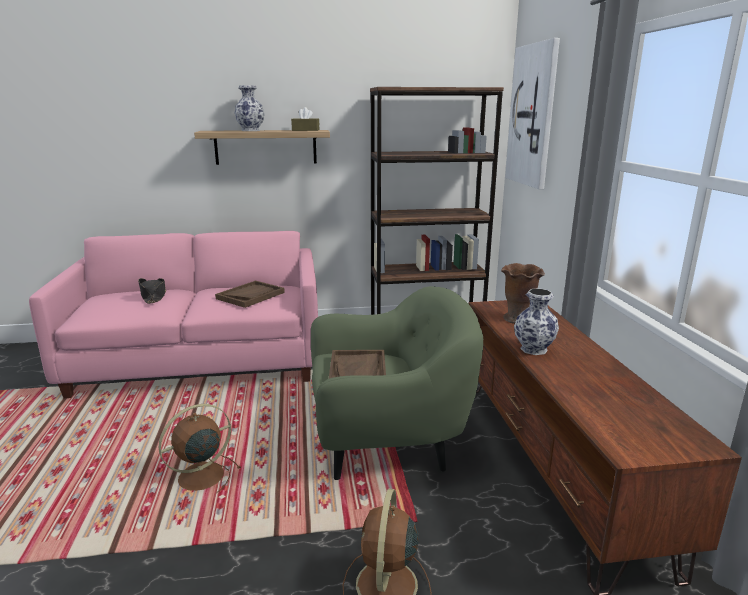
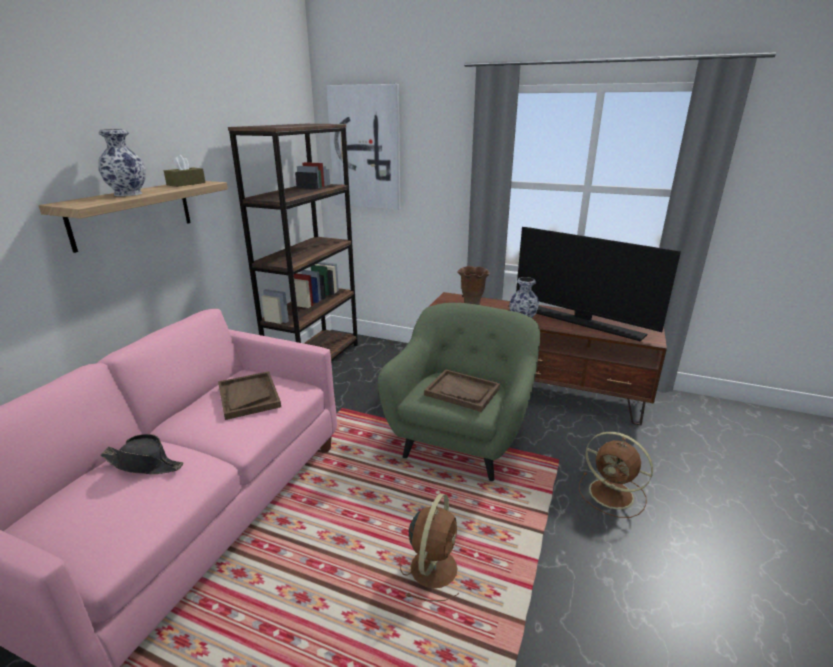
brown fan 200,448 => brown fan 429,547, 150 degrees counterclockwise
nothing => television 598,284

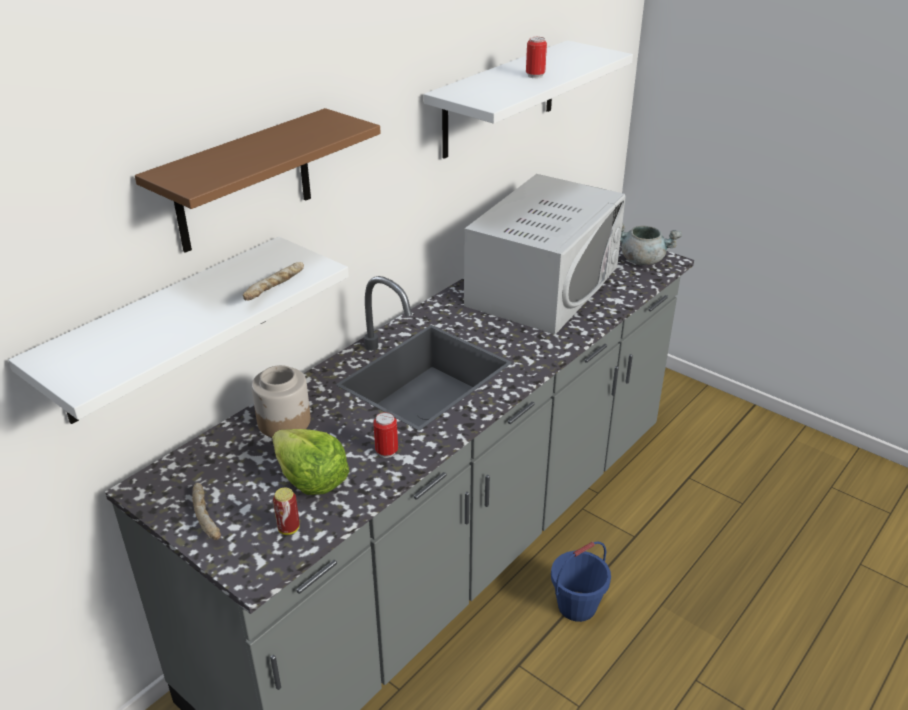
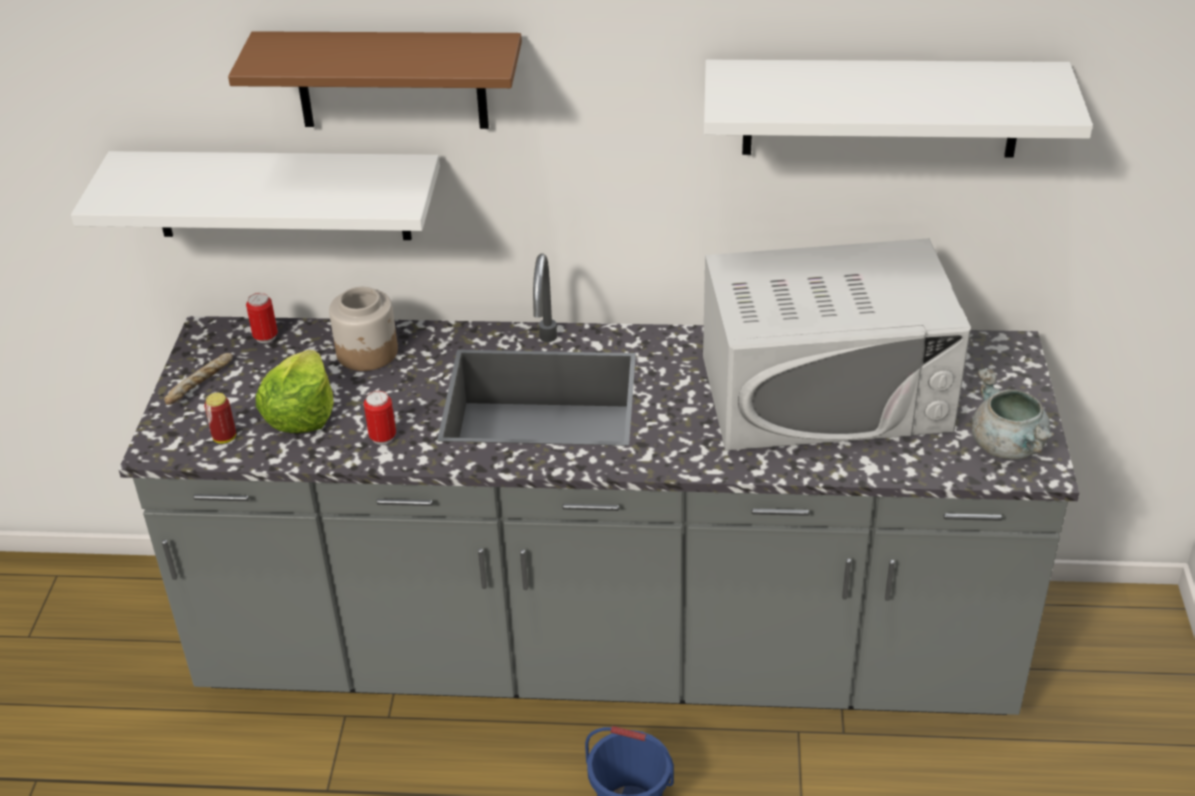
can 536,57 => can 262,318, relocated
bread 273,281 => nothing

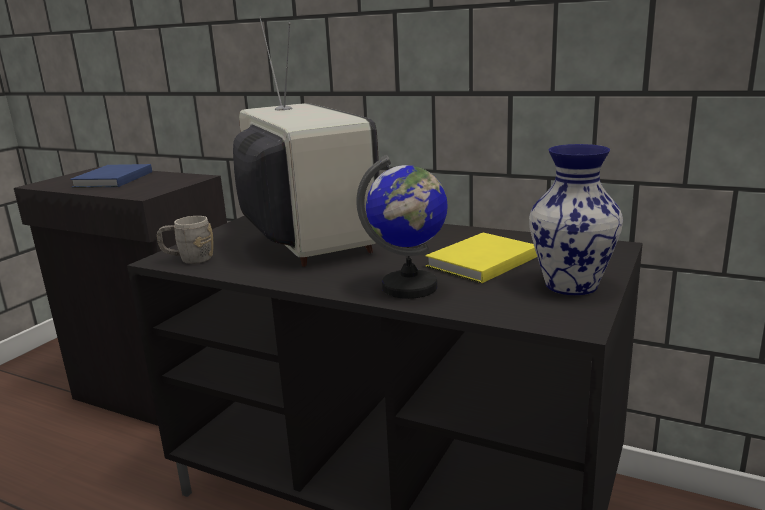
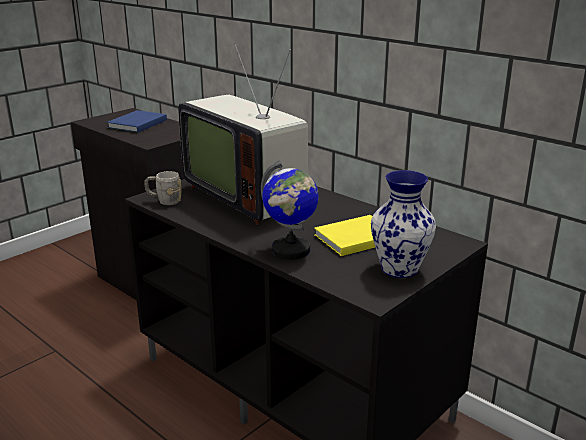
television 306,142 => television 243,134, 150 degrees clockwise

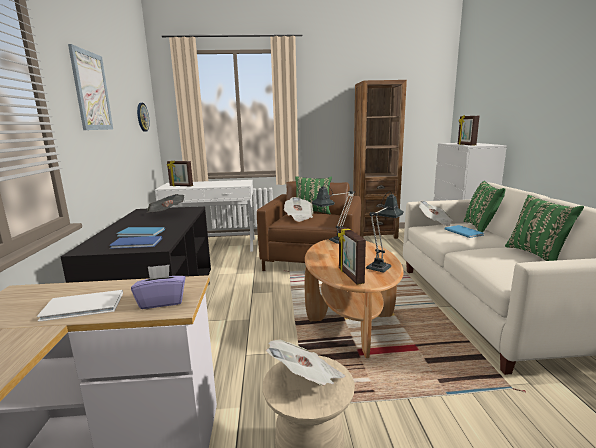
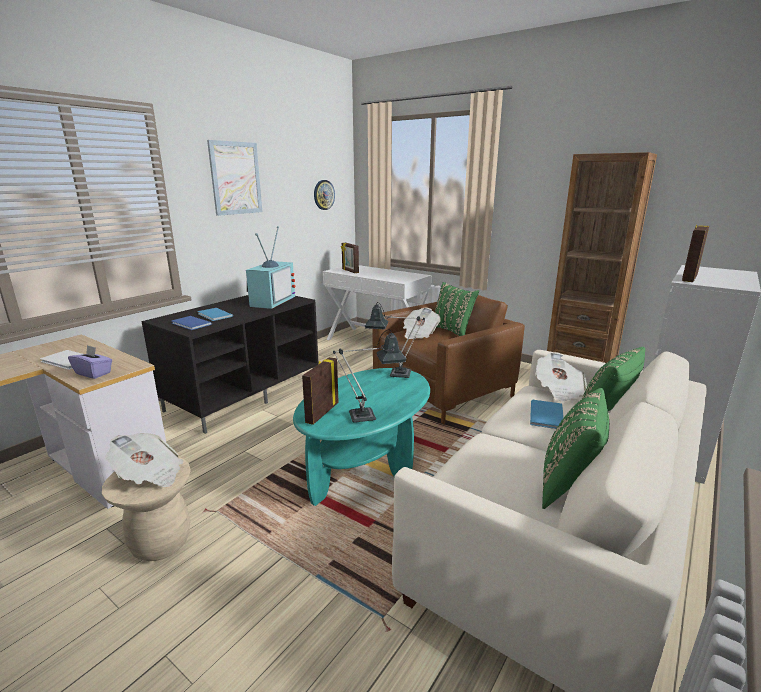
newspaper 166,203 => television 270,267
brown coffee table 354,298 => turquoise coffee table 361,437

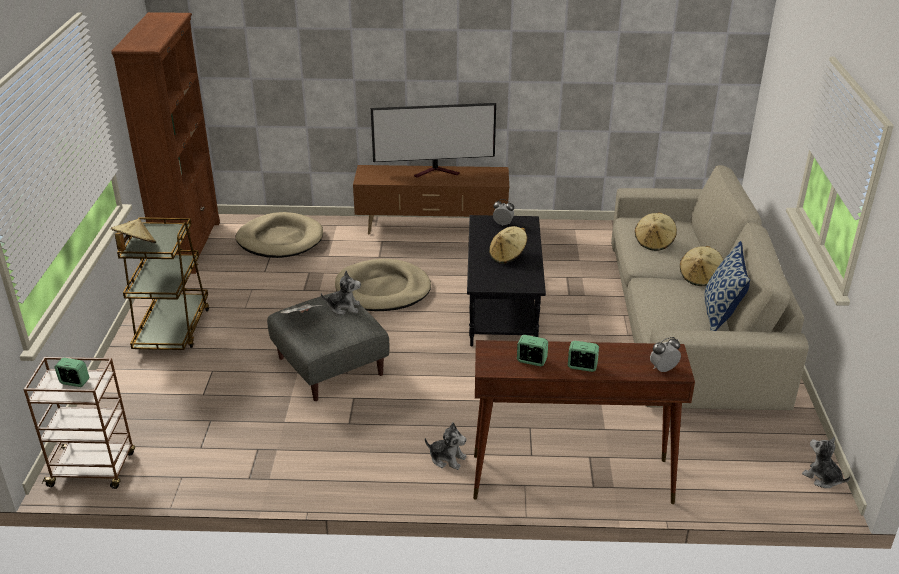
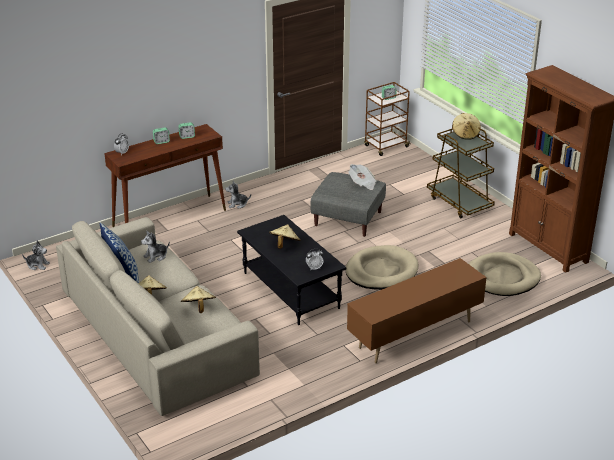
plush toy 341,293 => plush toy 155,247, relocated
television 433,140 => nothing

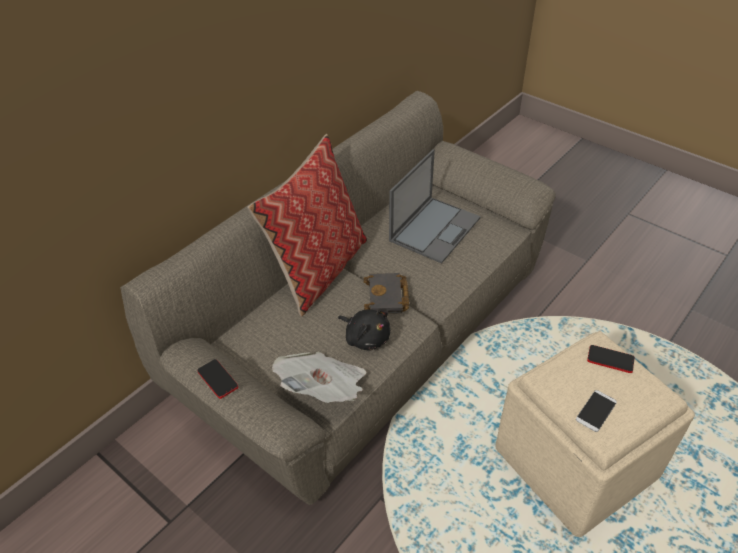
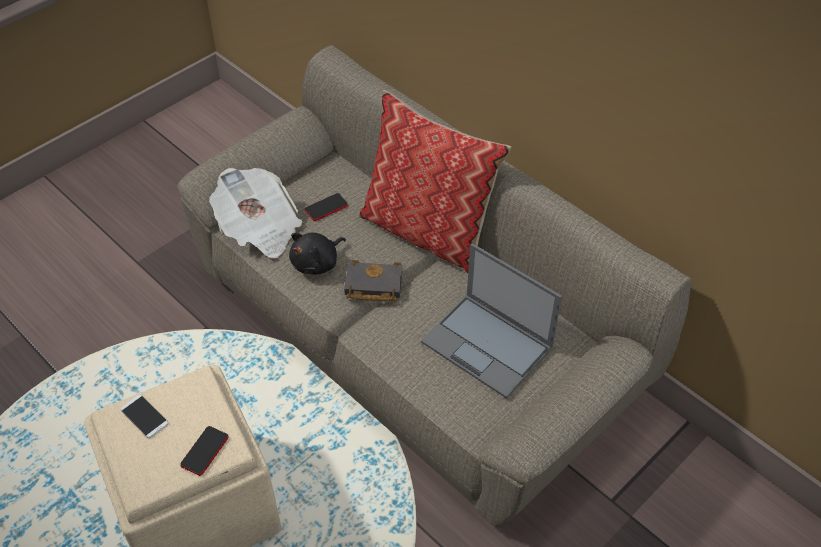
phone 217,379 => phone 326,207, relocated

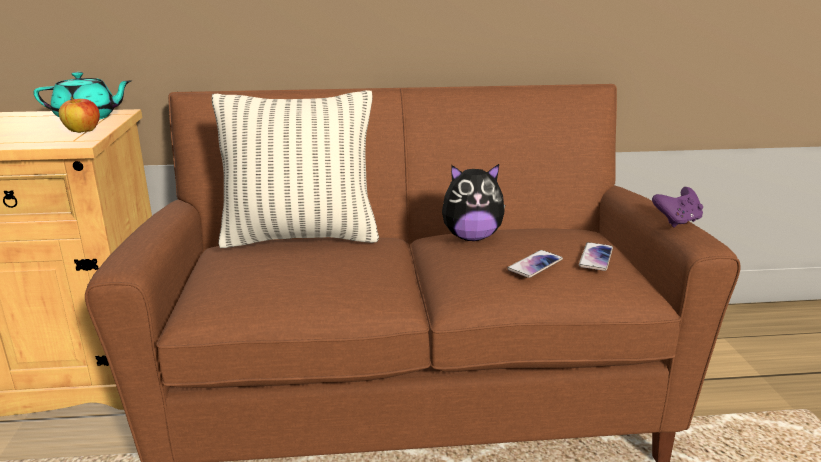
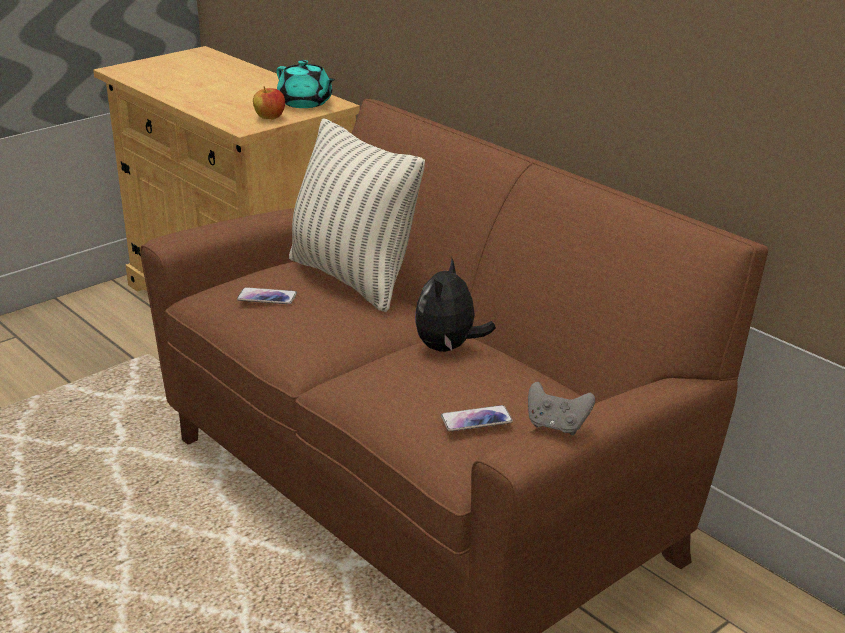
phone 535,264 => phone 267,295, relocated
plush toy 473,202 => plush toy 455,304, 60 degrees clockwise
purple game controller 677,207 => grey game controller 561,408

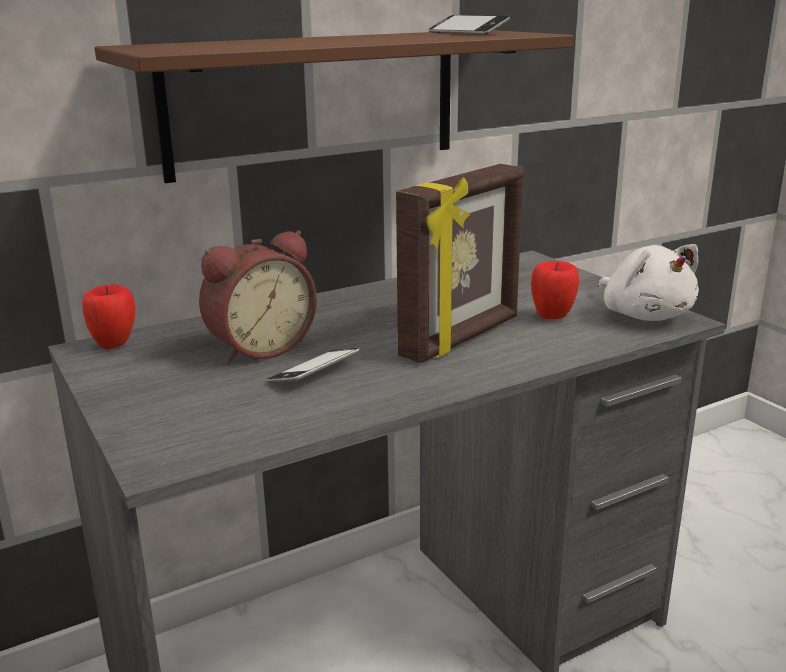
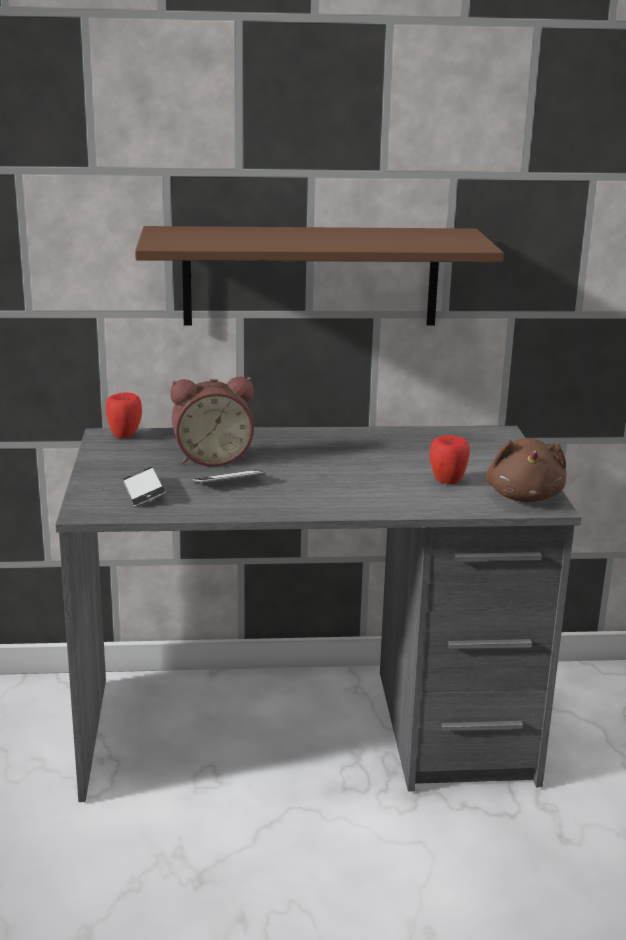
phone 469,25 => phone 144,487, relocated
white plush toy 648,282 => brown plush toy 526,470
picture frame 460,263 => nothing

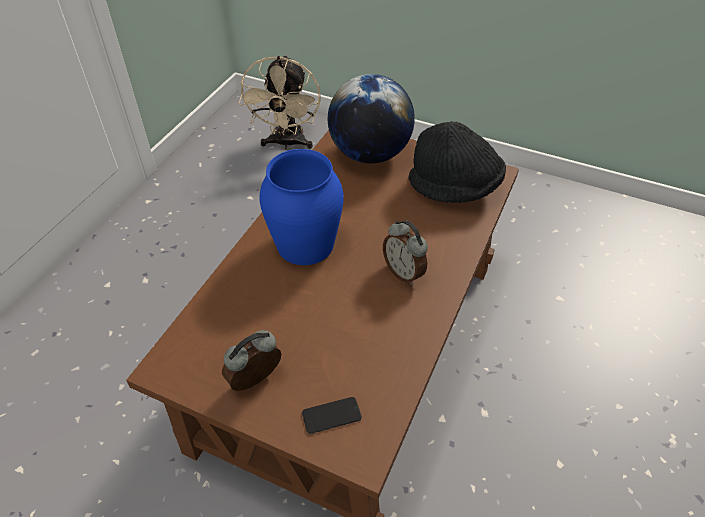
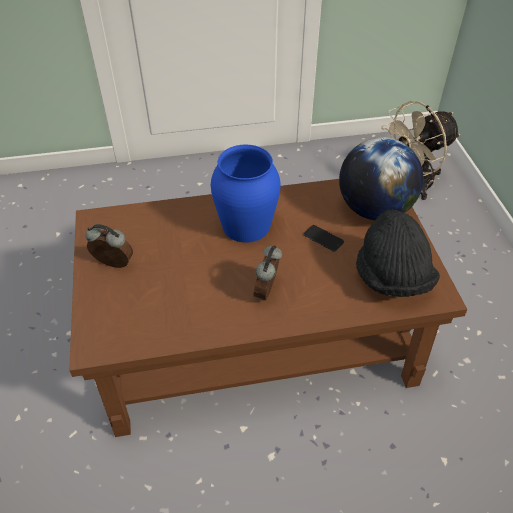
phone 332,415 => phone 324,238, relocated

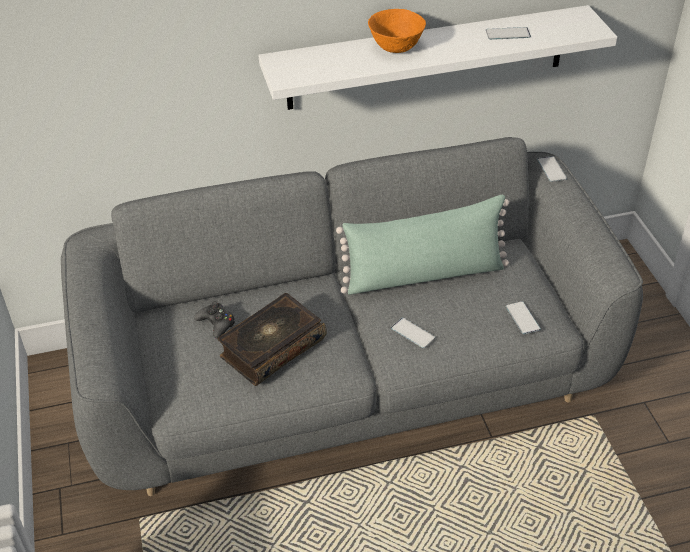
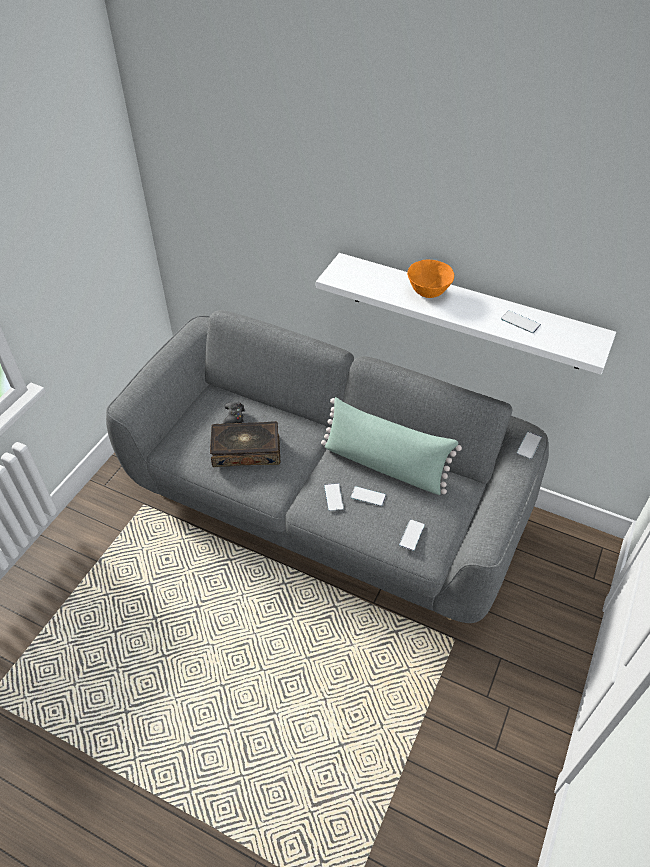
nothing => phone 368,496

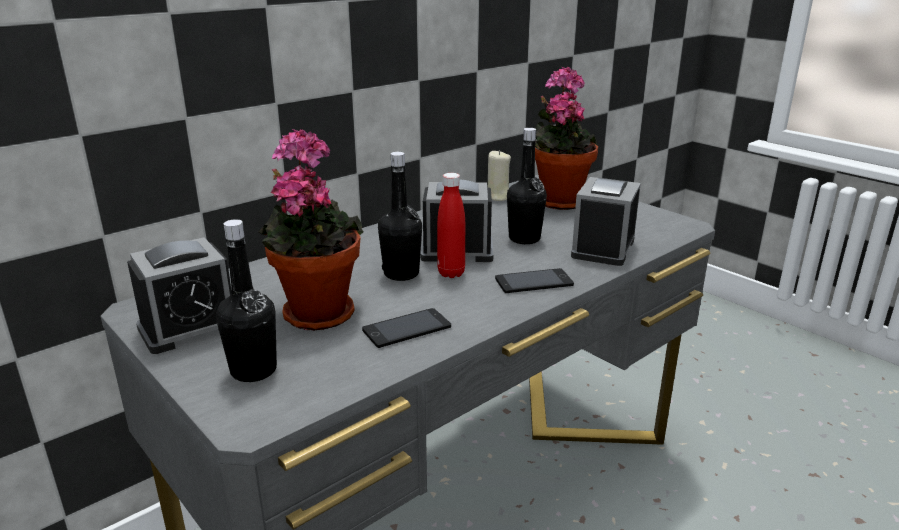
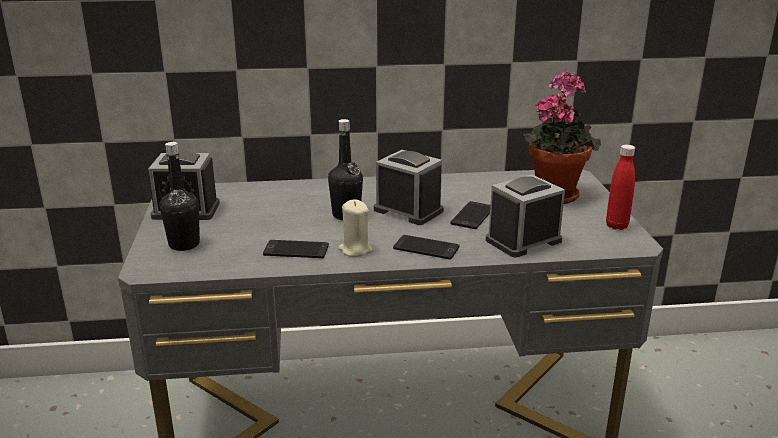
beige candle 499,175 => beige candle 355,228, relocated
black bottle 527,186 => phone 470,215
red bottle 451,225 => red bottle 620,187, relocated
potted plant 311,230 => nothing

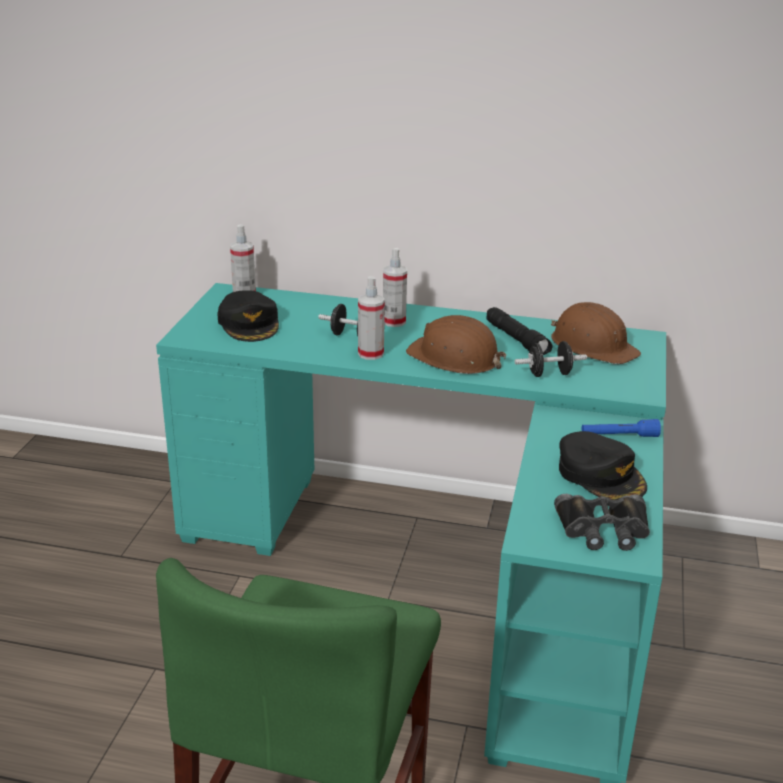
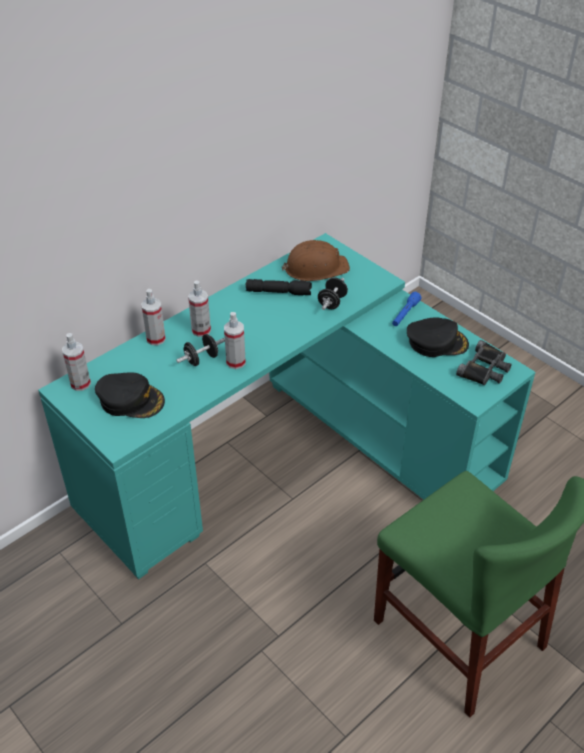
nothing => spray bottle 153,317
brown hard hat 456,344 => nothing

